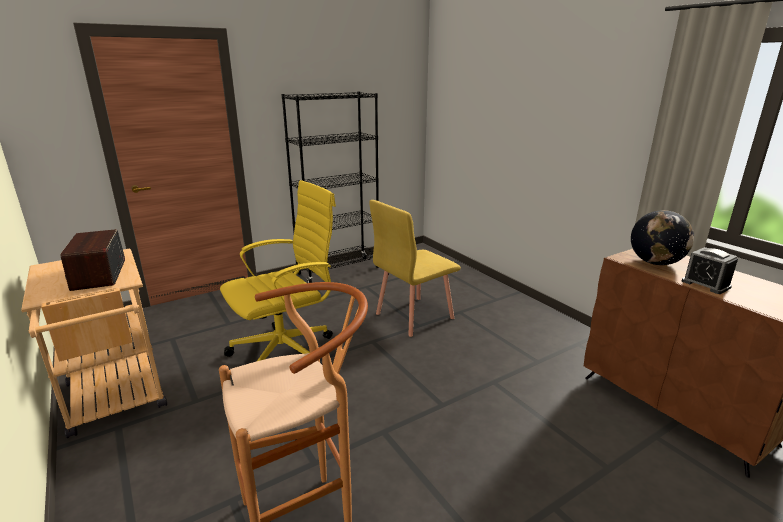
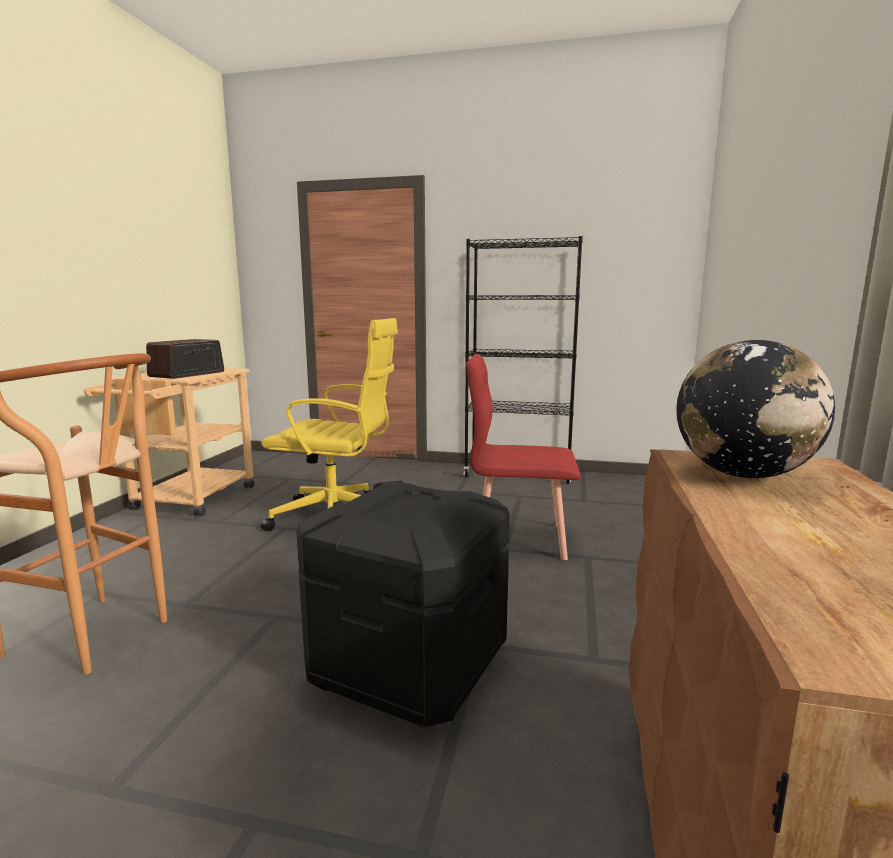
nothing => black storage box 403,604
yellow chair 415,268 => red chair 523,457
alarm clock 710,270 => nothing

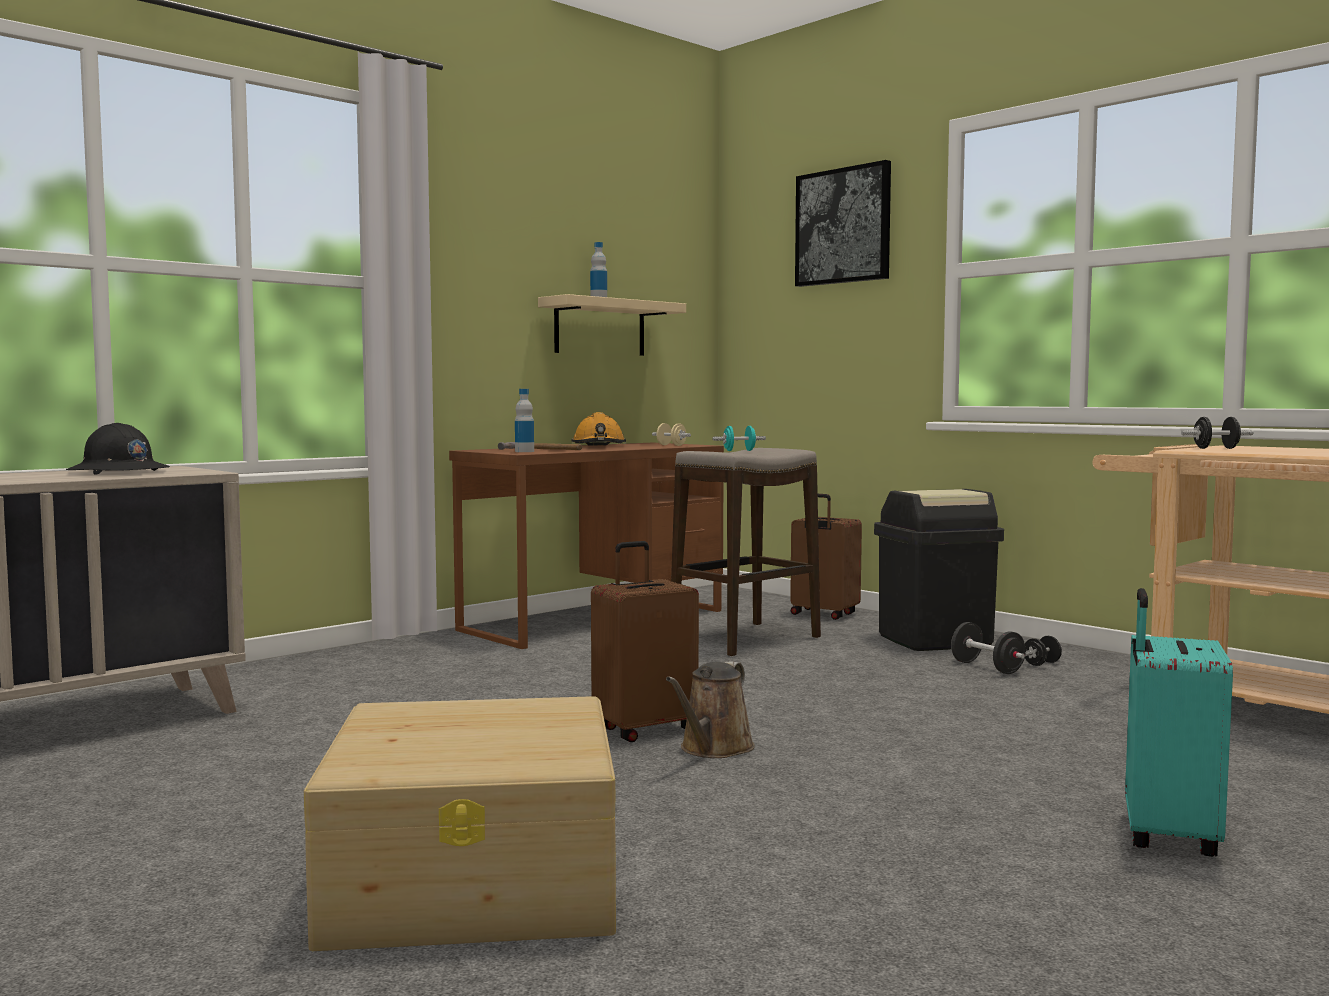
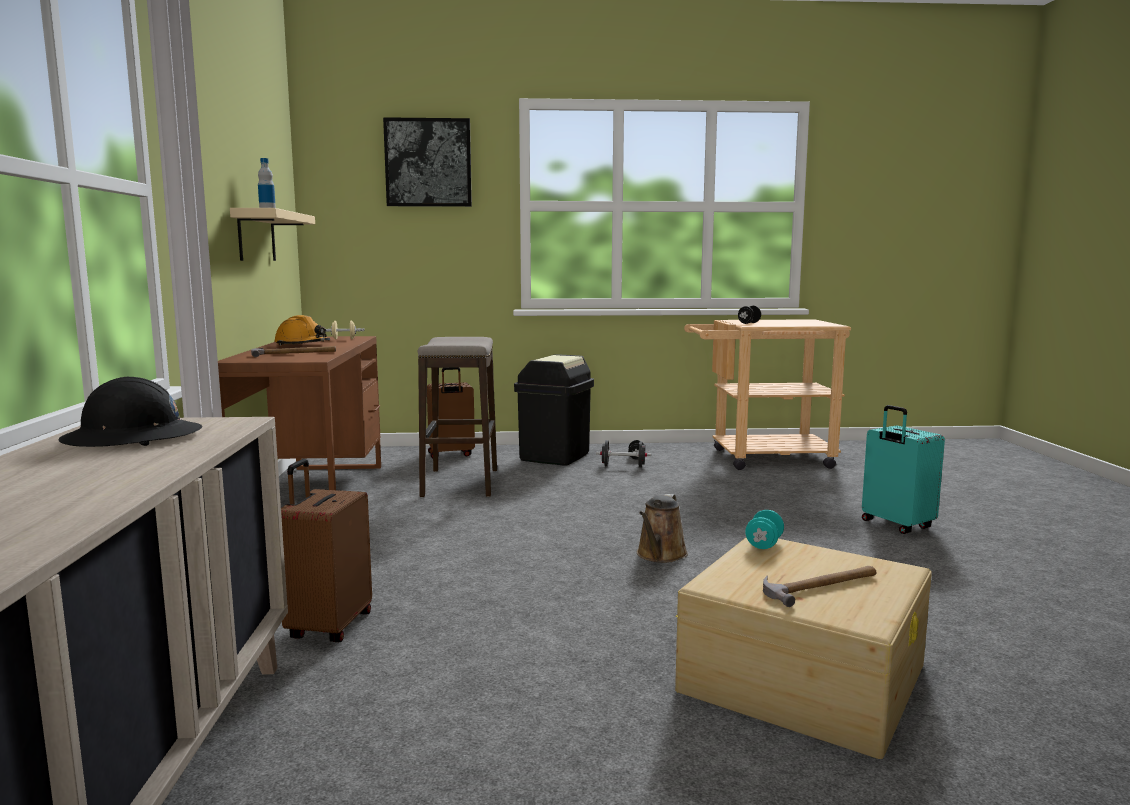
brown suitcase 645,641 => brown suitcase 326,550, relocated
brown watering can 710,709 => brown watering can 662,528, 45 degrees clockwise
turquoise dumbbell 739,438 => turquoise dumbbell 764,529, relocated
nothing => hammer 820,586
bottle 524,420 => nothing

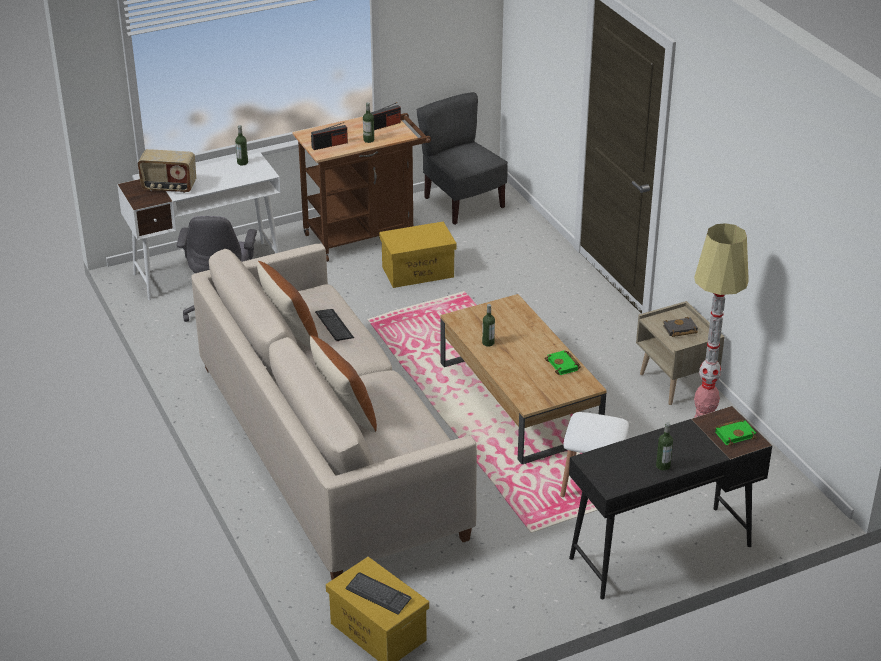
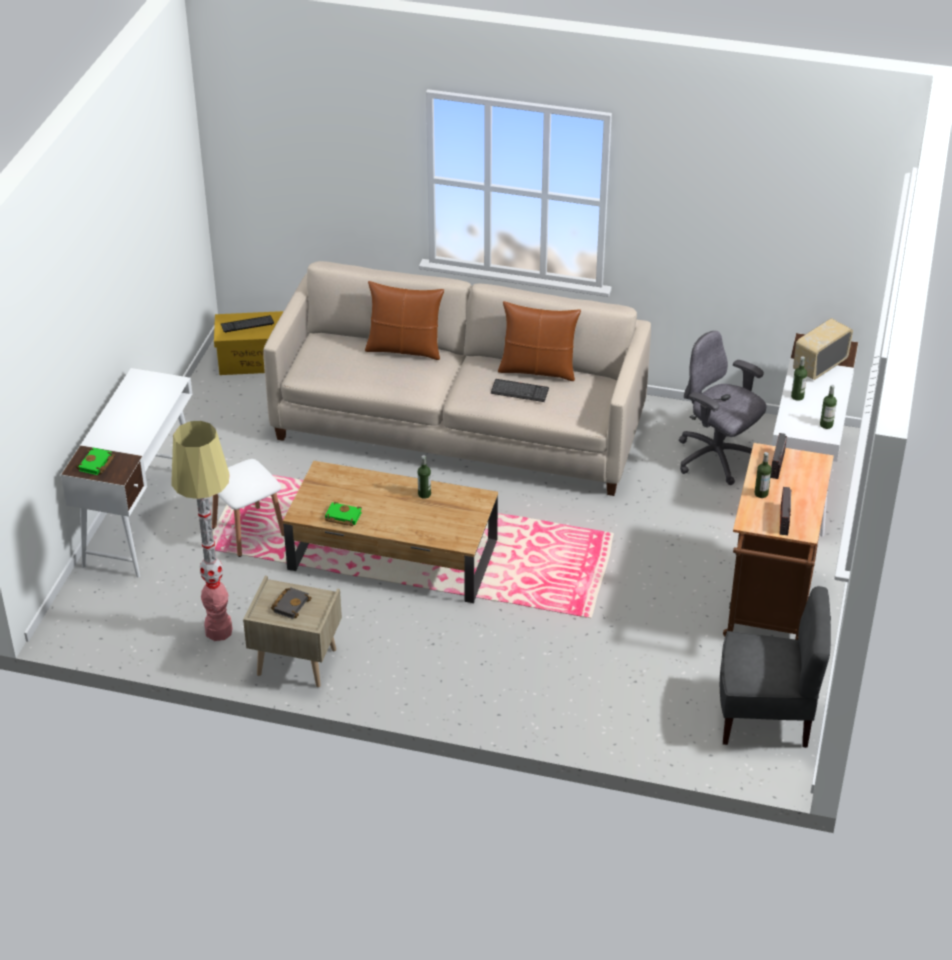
black desk 670,502 => white desk 126,473
bottle 664,446 => bottle 799,379, relocated
yellow storage box 418,255 => nothing

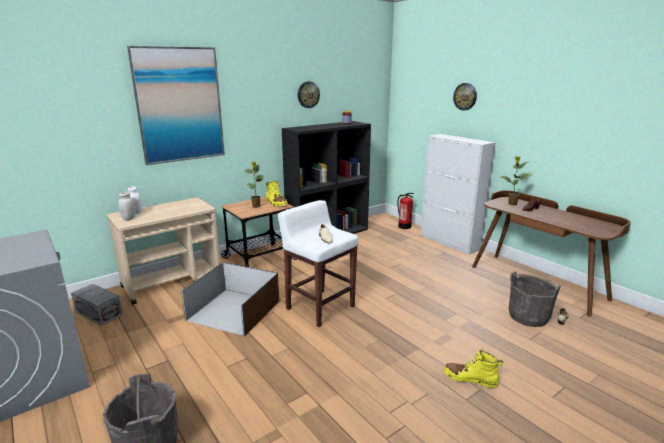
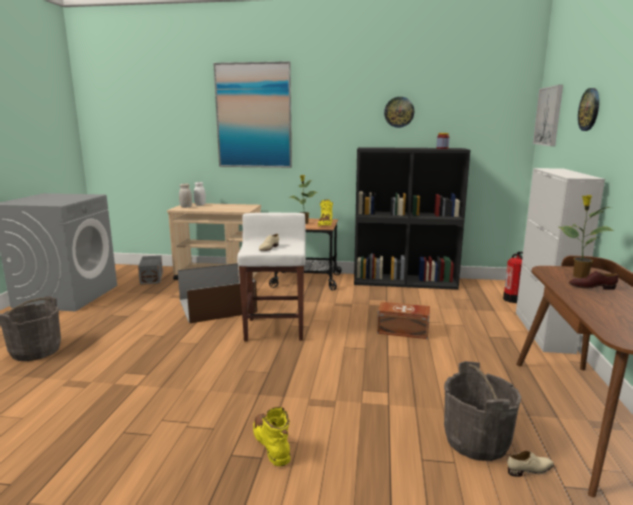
nothing => brown storage box 403,320
nothing => picture 548,115

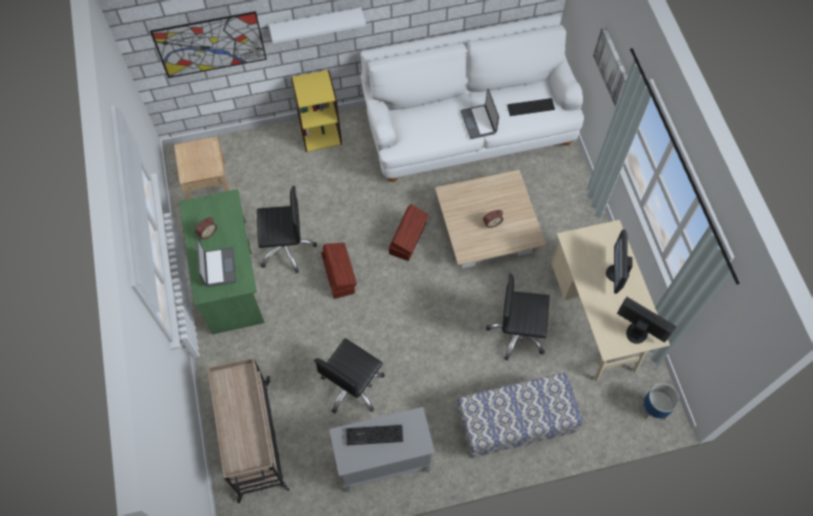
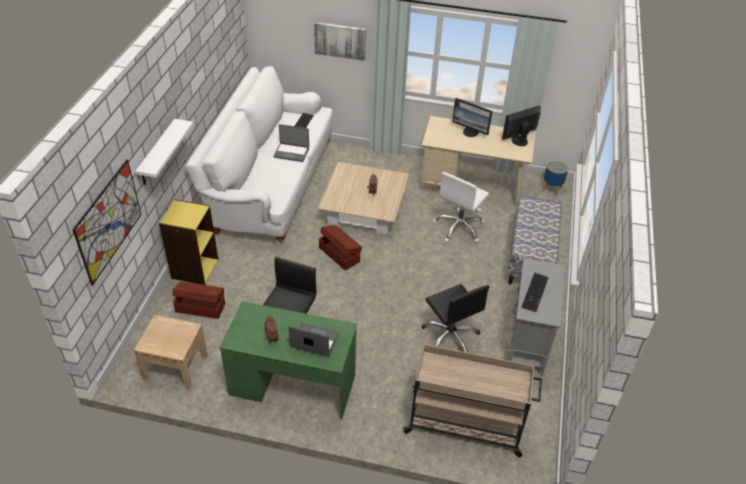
brown storage box 339,271 => brown storage box 199,300, relocated
black office chair 517,316 => white office chair 461,207

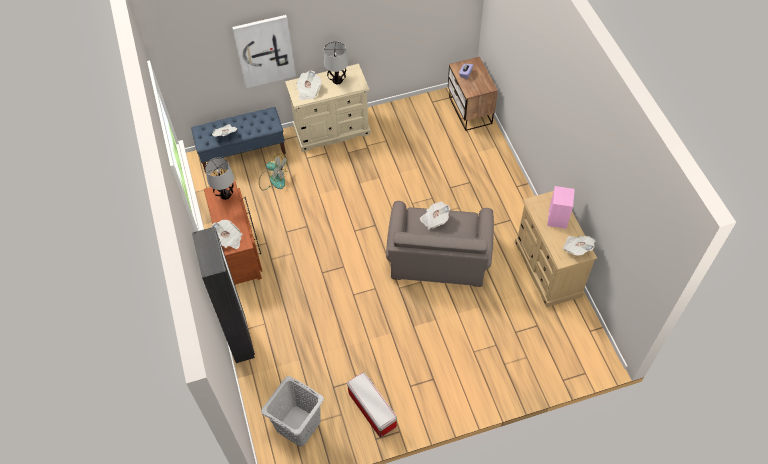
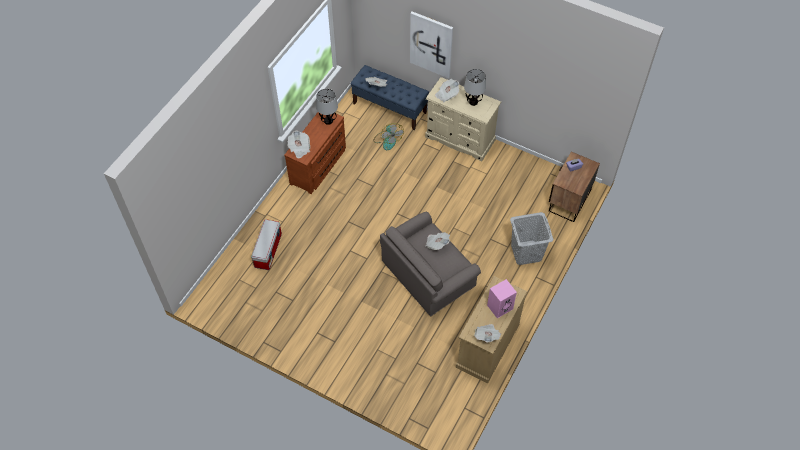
storage box 372,404 => storage box 266,244, relocated
grey laundry basket 292,411 => grey laundry basket 531,238, relocated
black wardrobe 223,295 => nothing

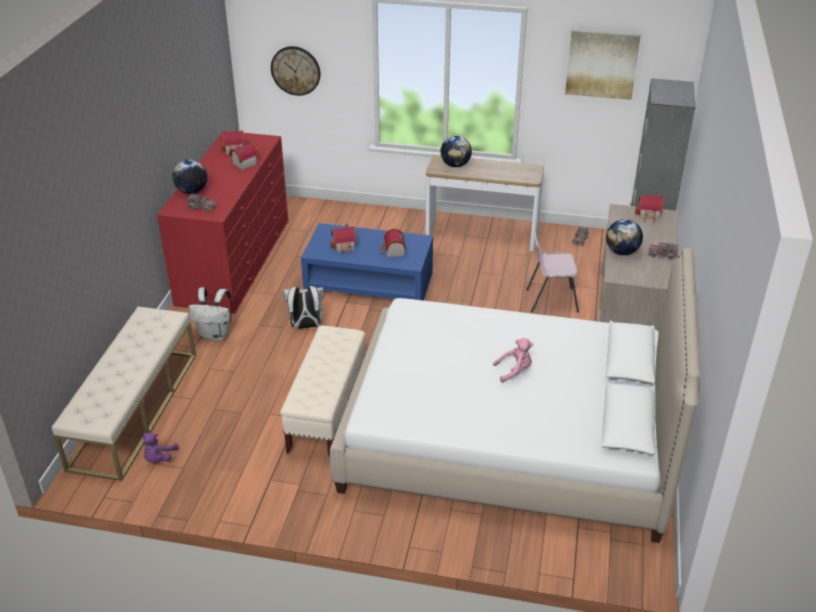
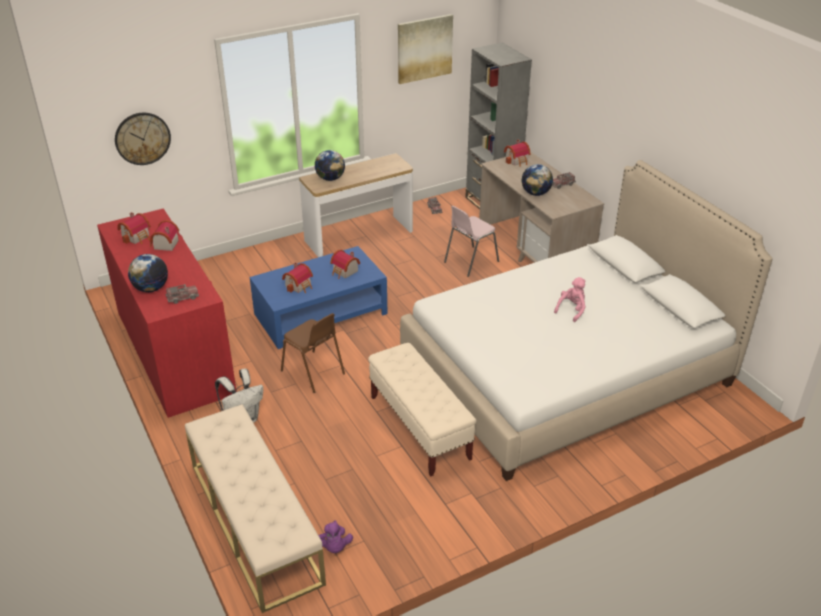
white backpack 303,307 => brown chair 313,353

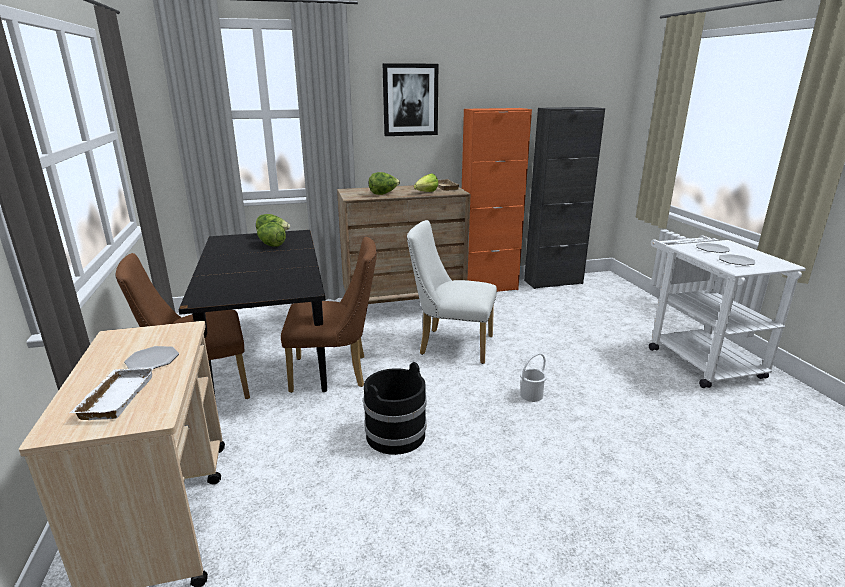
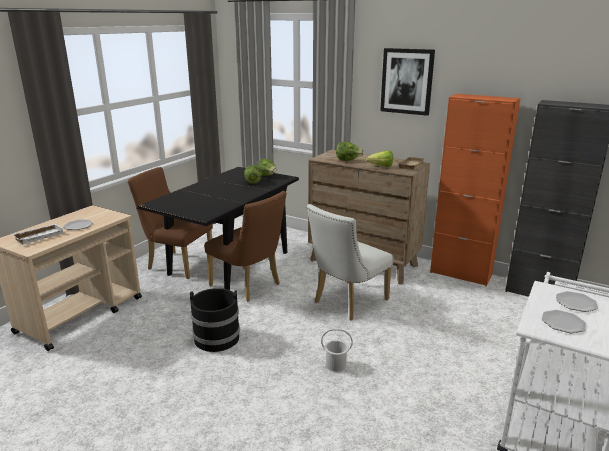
white chair 452,292 => white chair 350,262, 105 degrees counterclockwise

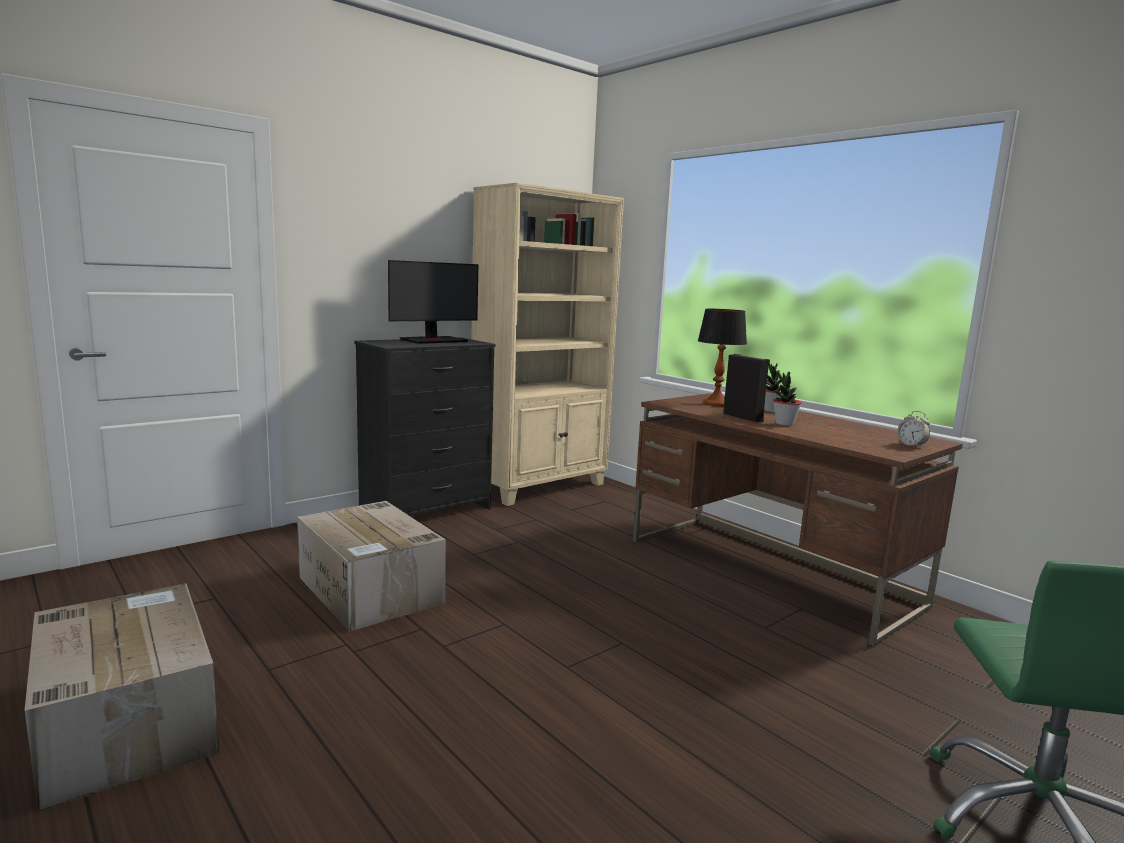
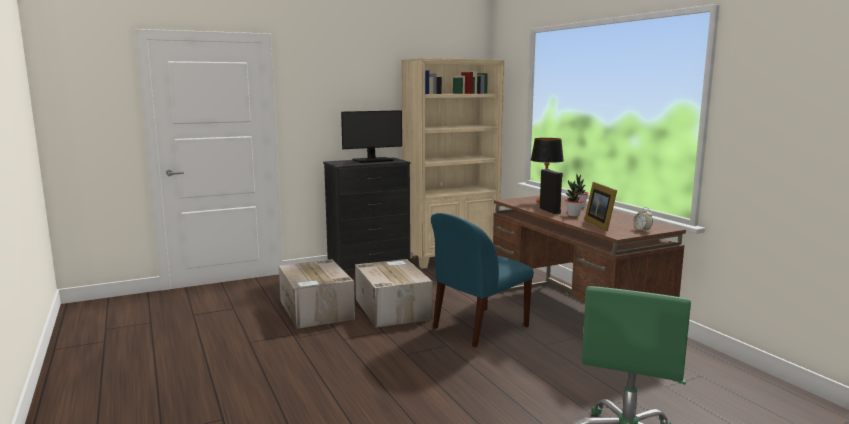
cardboard box 122,697 => cardboard box 394,293, relocated
nothing => blue chair 482,280
nothing => picture frame 600,206

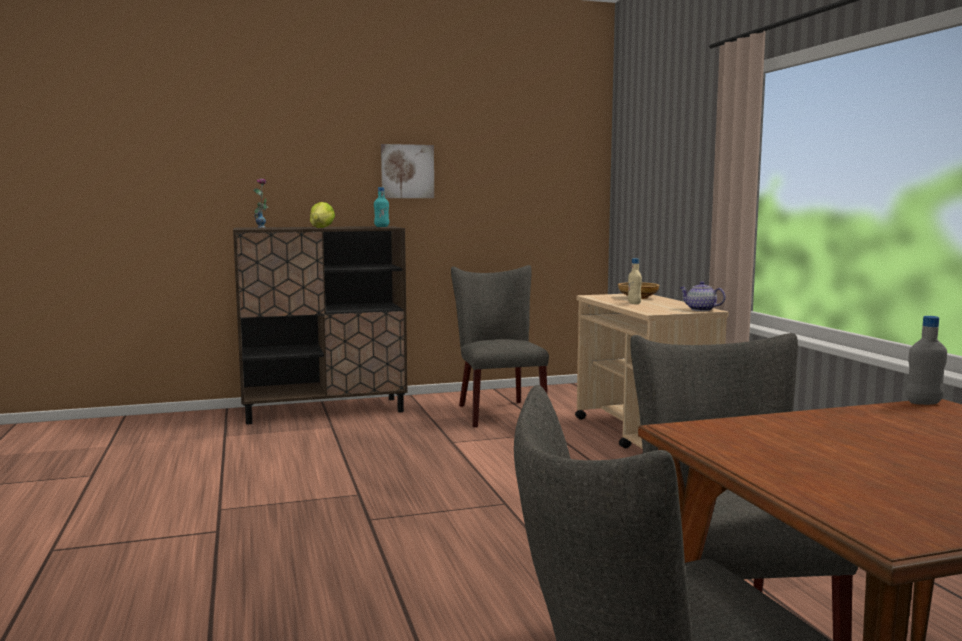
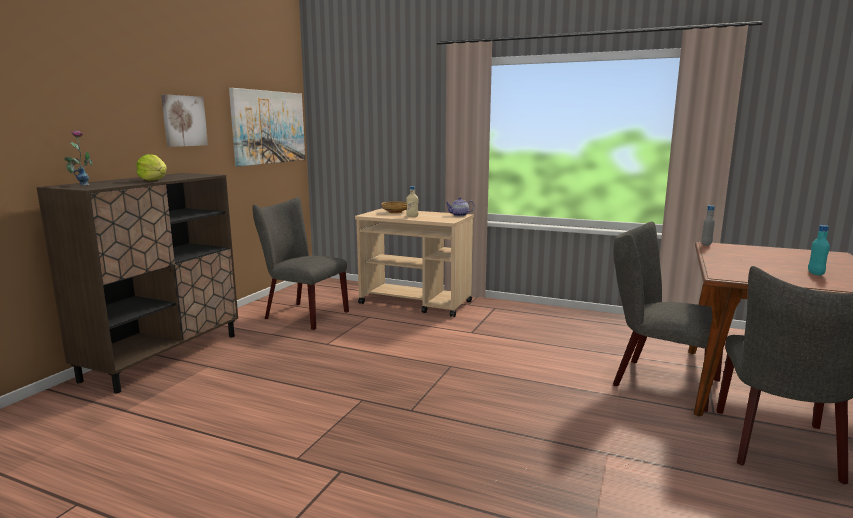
nothing => picture 267,127
turquoise bottle 381,207 => turquoise bottle 819,250, relocated

